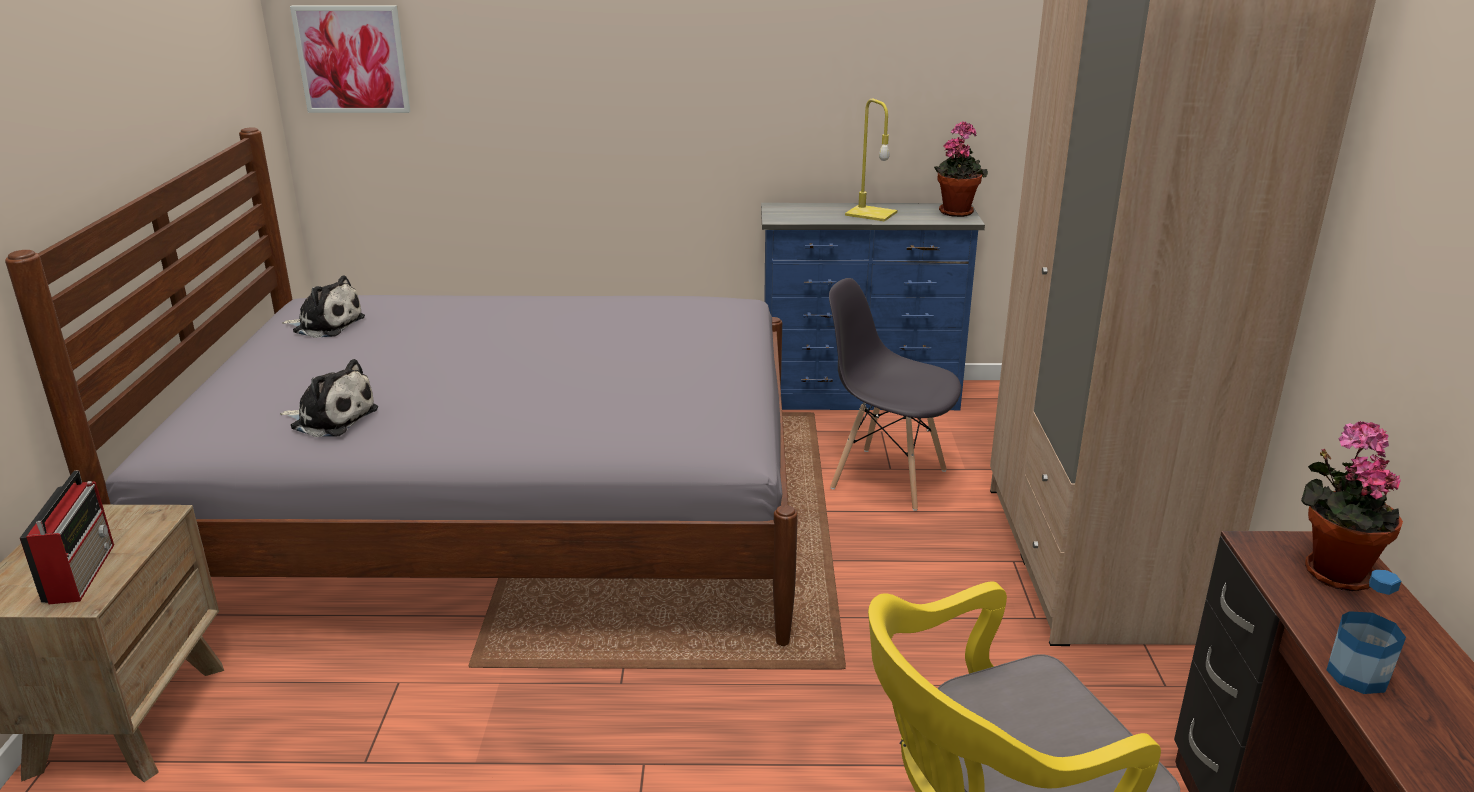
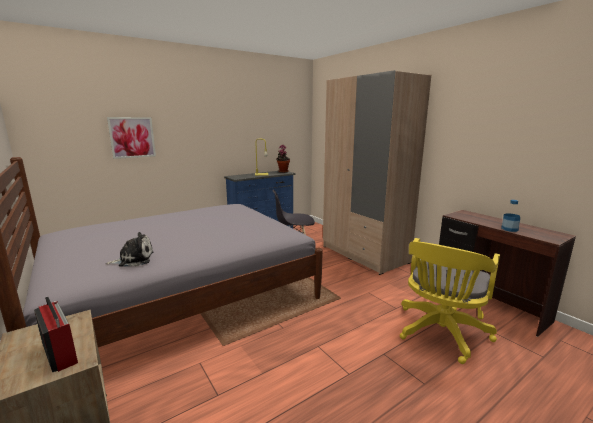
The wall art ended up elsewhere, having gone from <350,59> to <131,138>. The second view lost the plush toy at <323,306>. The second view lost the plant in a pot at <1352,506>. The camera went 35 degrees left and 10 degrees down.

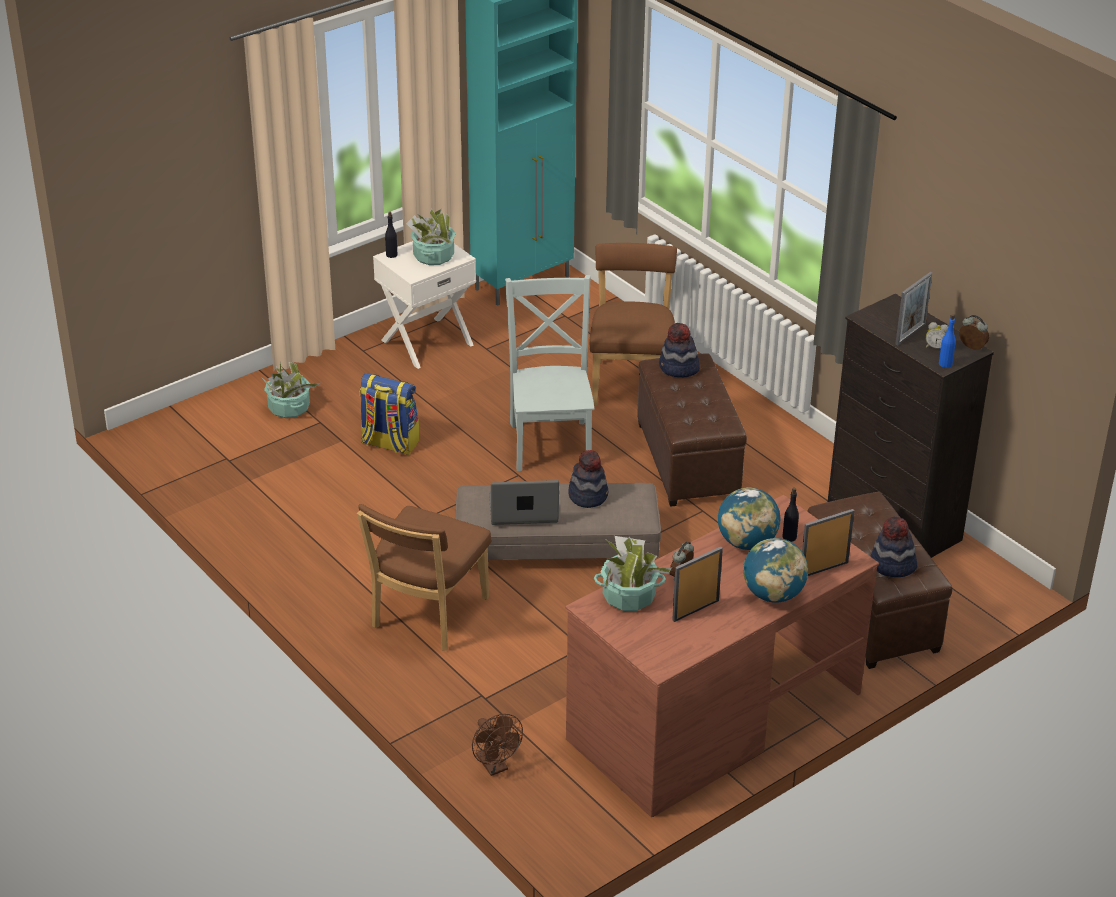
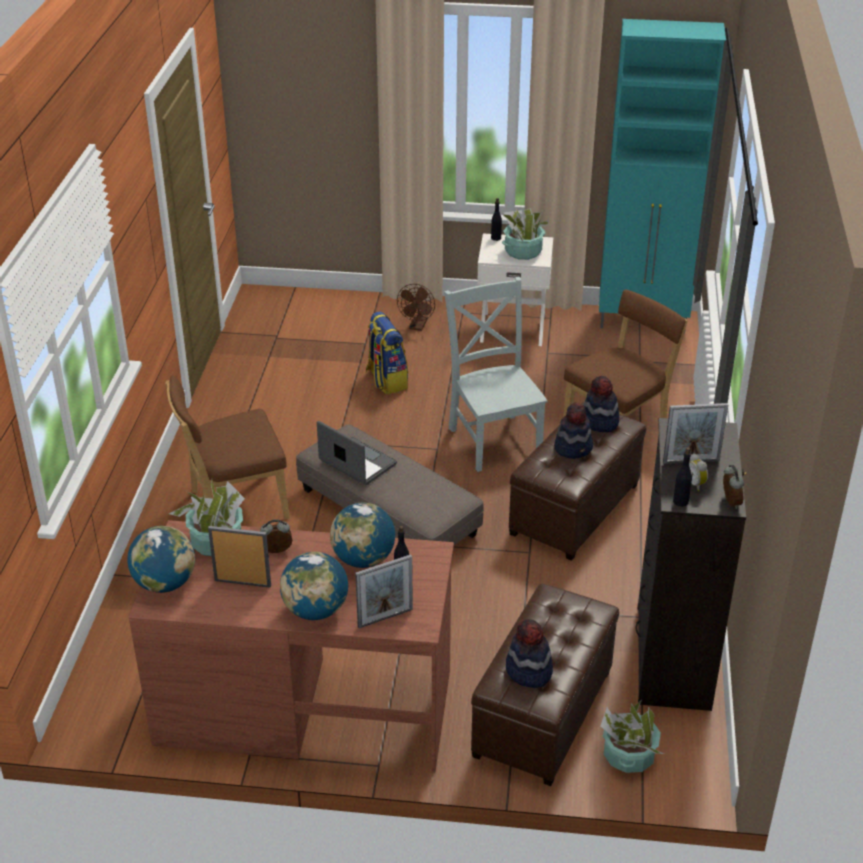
The second view gained the desk globe at <161,559>. The standing frame at <828,542> ended up facing another way, 135 degrees clockwise from before. The brown cooling fan ended up elsewhere, having gone from <497,745> to <416,307>. The greyish plain chair at <549,373> ended up facing another way, 60 degrees counterclockwise from before. The clothing hat ended up elsewhere, having gone from <588,479> to <573,430>. The plant in a pot ended up elsewhere, having gone from <291,390> to <632,736>. What was the bluish beverage bottle at <947,341> turned into the black beverage bottle at <682,477>. The camera went 45 degrees right and 0 degrees up.

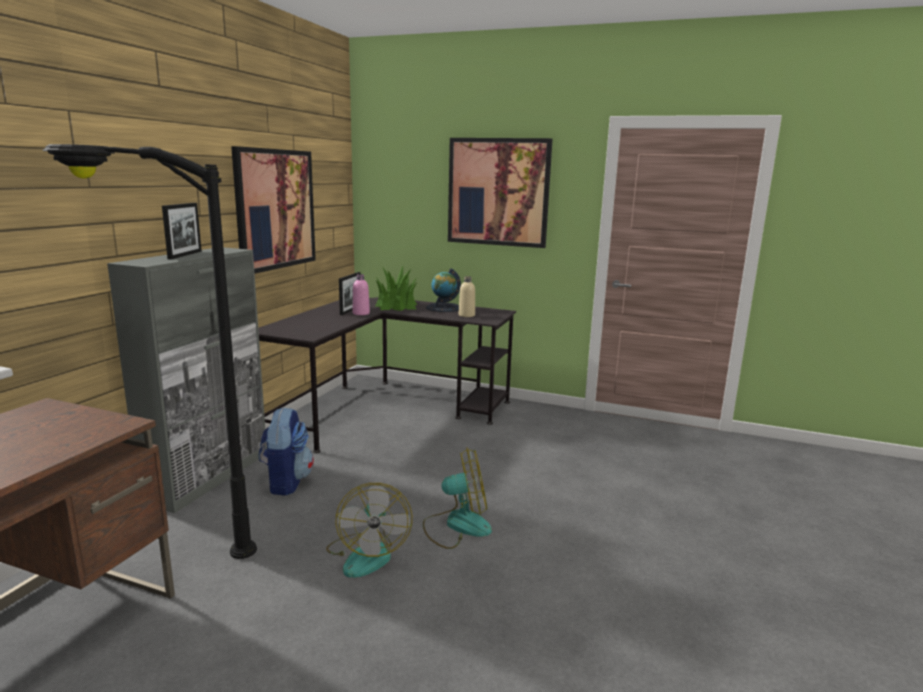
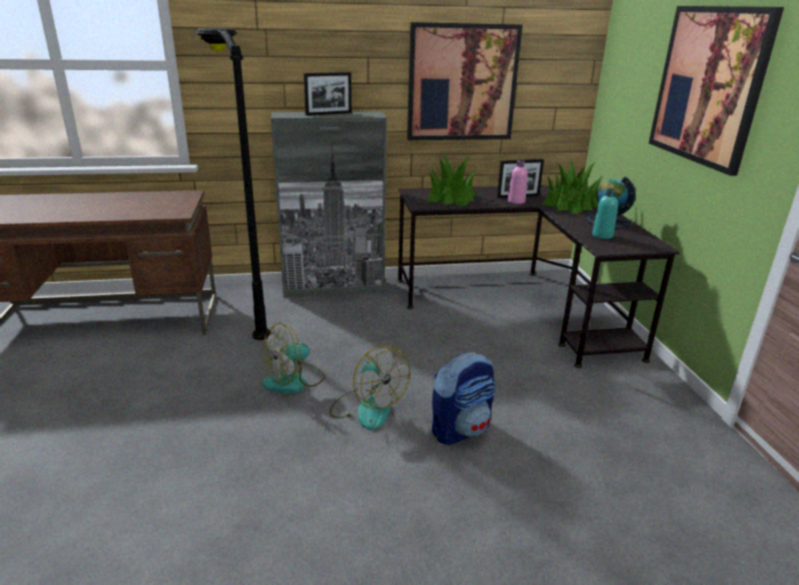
The second view gained the plant in a pot at <452,179>. The knapsack ended up elsewhere, having gone from <286,451> to <464,398>. What was the sand-coloured beverage bottle at <466,296> turned into the turquoise beverage bottle at <605,214>. The camera went 60 degrees right and 10 degrees up.

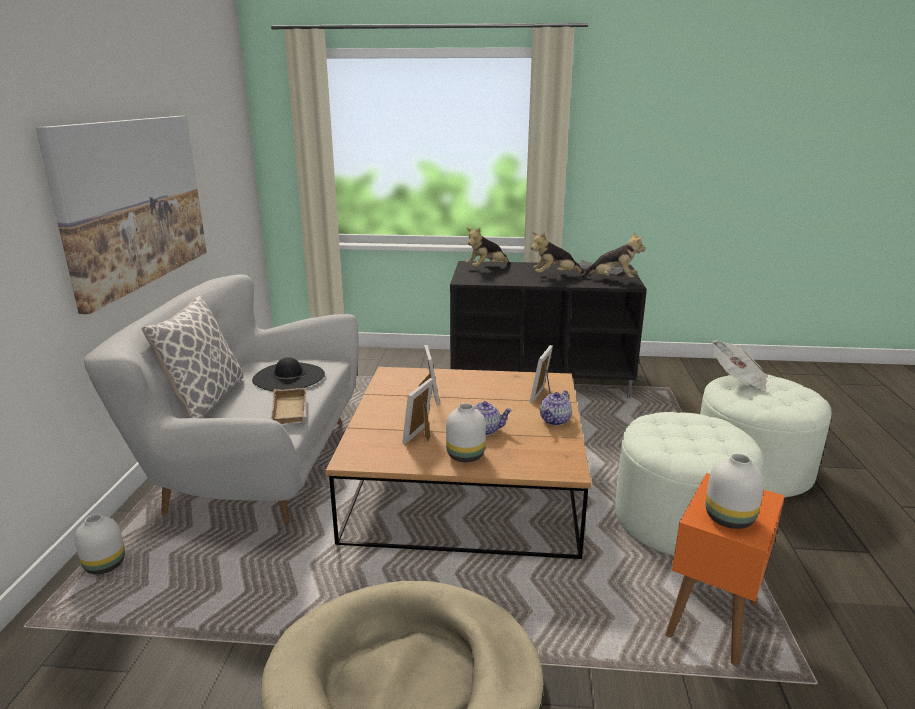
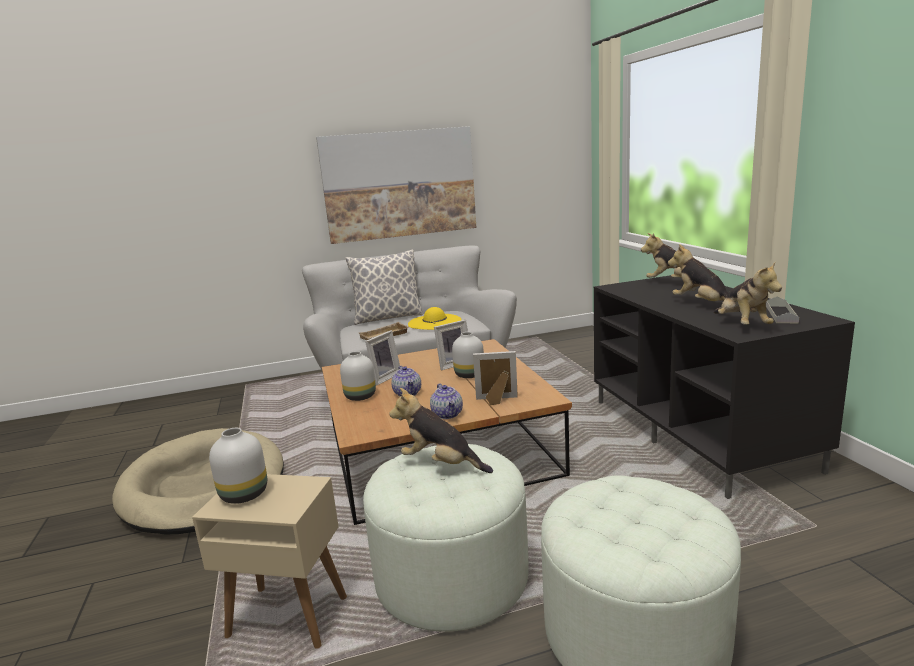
What was the orangey end table at <725,569> turned into the sand-coloured end table at <269,561>. The standing frame at <417,411> ended up facing another way, 120 degrees clockwise from before. The second view gained the plush toy at <441,430>. What was the black clothing hat at <288,374> turned into the yellow-coloured clothing hat at <435,318>. The teapot at <556,408> ended up facing another way, 120 degrees counterclockwise from before. The white-coloured vase ended up elsewhere, having gone from <99,544> to <468,355>. The second view lost the daily paper at <740,366>. The camera went 70 degrees right and 5 degrees down.

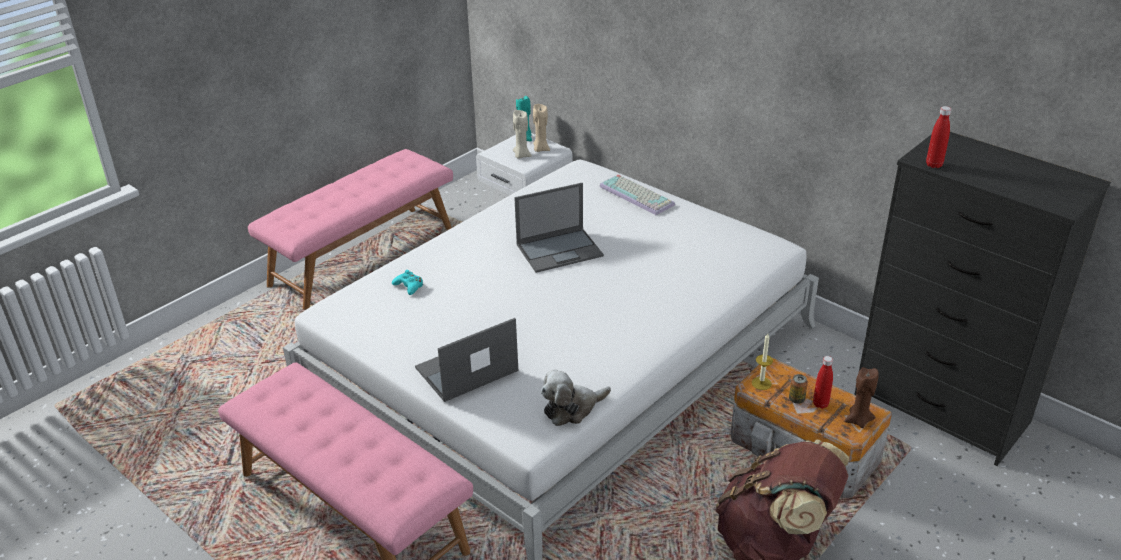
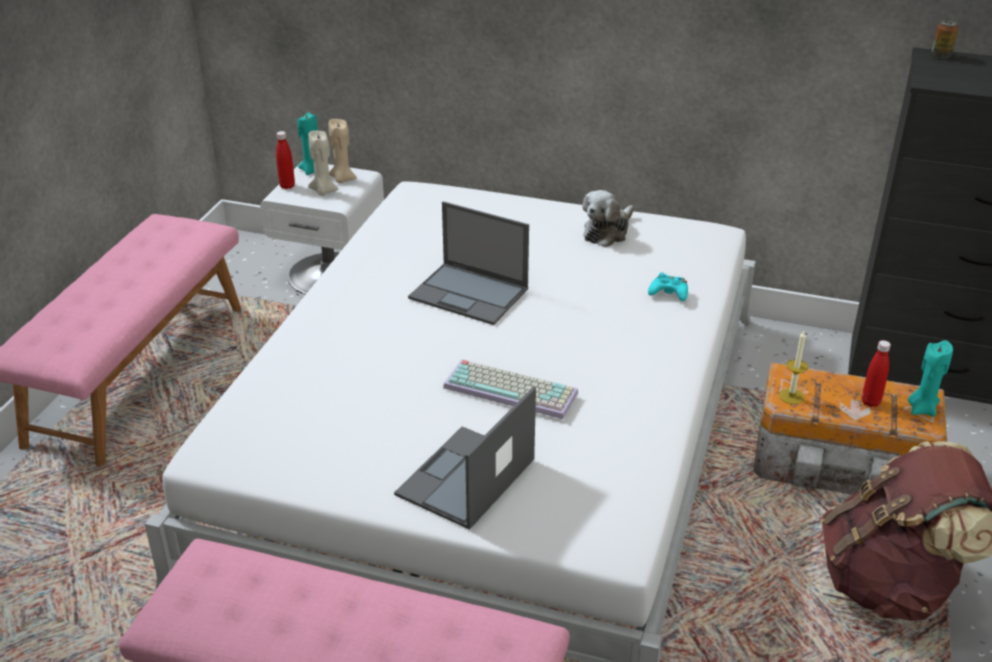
The red beverage bottle ended up elsewhere, having gone from <938,137> to <285,160>. The laptop at <559,228> ended up facing another way, 75 degrees clockwise from before. The computer keyboard ended up elsewhere, having gone from <637,194> to <510,389>. The plush toy ended up elsewhere, having gone from <576,398> to <608,218>. The turquoise game controller ended up elsewhere, having gone from <407,282> to <668,286>. What was the brown wax candle at <861,397> turned into the turquoise wax candle at <930,378>. The can ended up elsewhere, having gone from <798,389> to <945,39>. The camera went 25 degrees left and 0 degrees up.

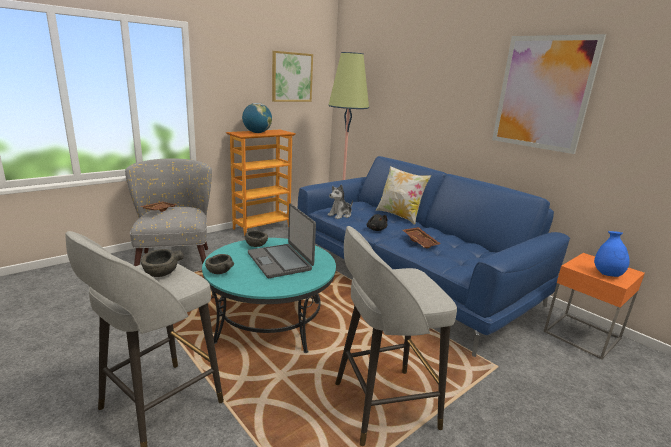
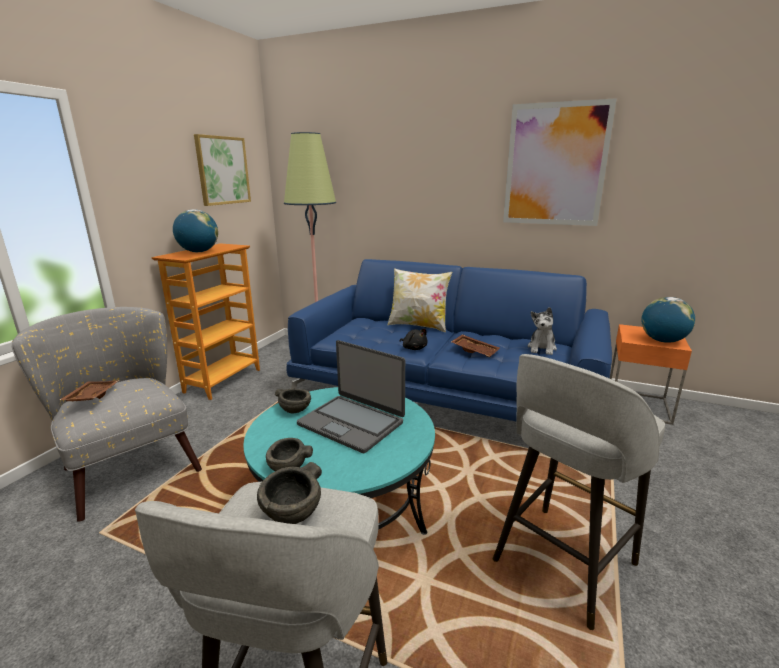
The plush toy ended up elsewhere, having gone from <340,201> to <542,331>. Where the bluish vase stood at <612,254>, the desk globe came to stand at <668,320>. The camera went 25 degrees left and 0 degrees up.

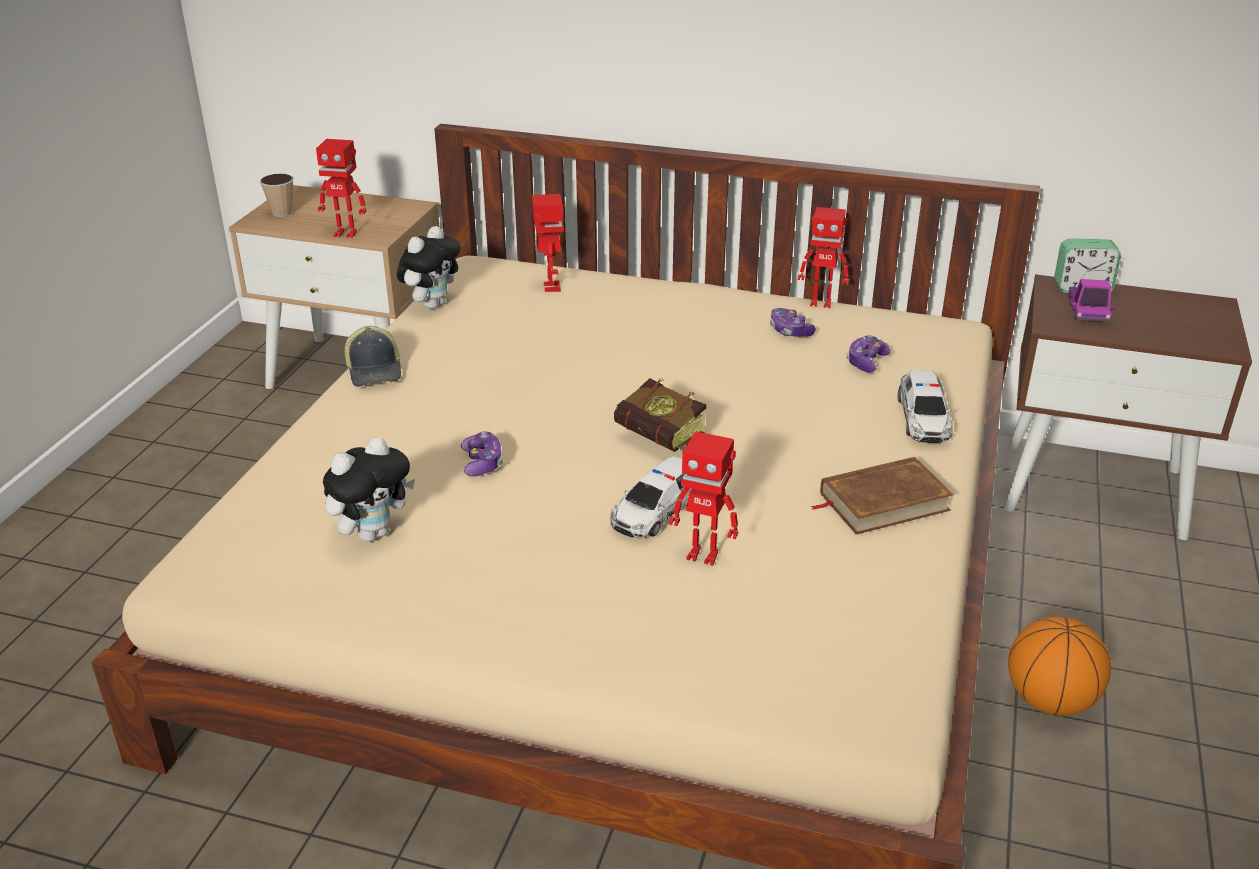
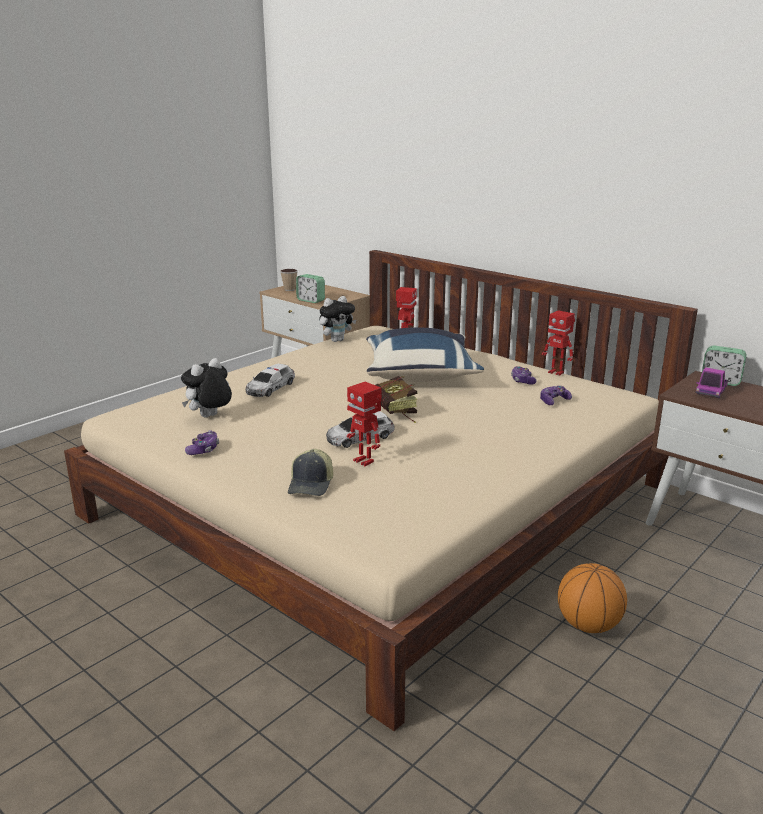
The plush toy at <369,489> ended up facing another way, 150 degrees clockwise from before. The game controller ended up elsewhere, having gone from <482,454> to <202,442>. The model car ended up elsewhere, having gone from <925,406> to <270,380>. The peaked cap ended up elsewhere, having gone from <373,356> to <310,472>. Where the toy robot stood at <341,188>, the alarm clock came to stand at <310,288>. The second view gained the bluish throw pillow at <425,354>. The second view lost the brown book at <882,495>. The camera went 25 degrees right and 10 degrees down.

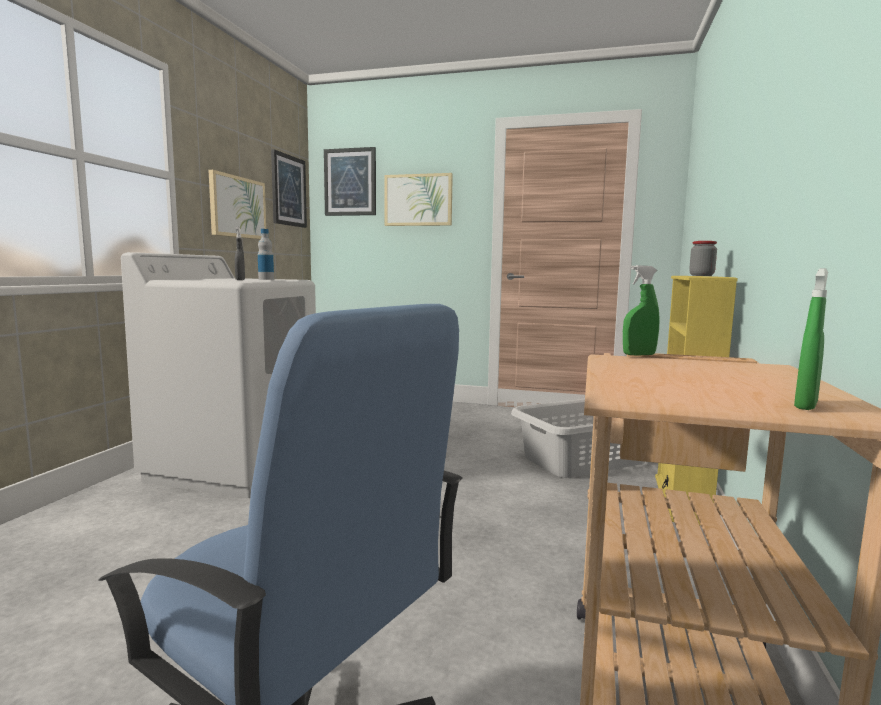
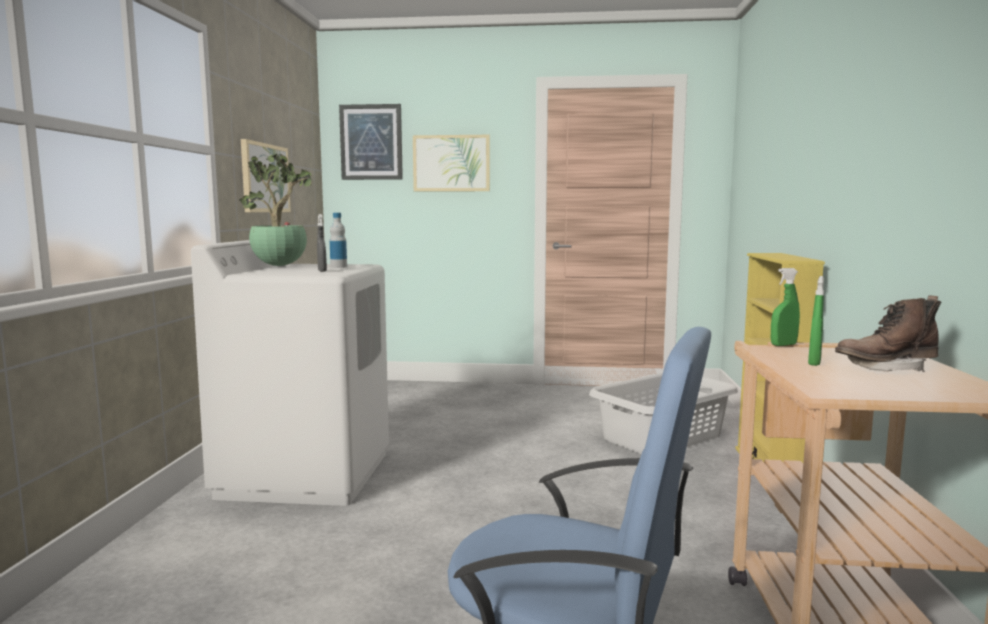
The second view gained the plant in a pot at <275,210>. The greenish spray bottle ended up elsewhere, having gone from <811,339> to <816,321>. The second view gained the brown high-top boot at <888,333>. The second view lost the wall art at <289,188>. The second view lost the storage jar at <703,258>. The camera went 10 degrees left and 0 degrees up.

